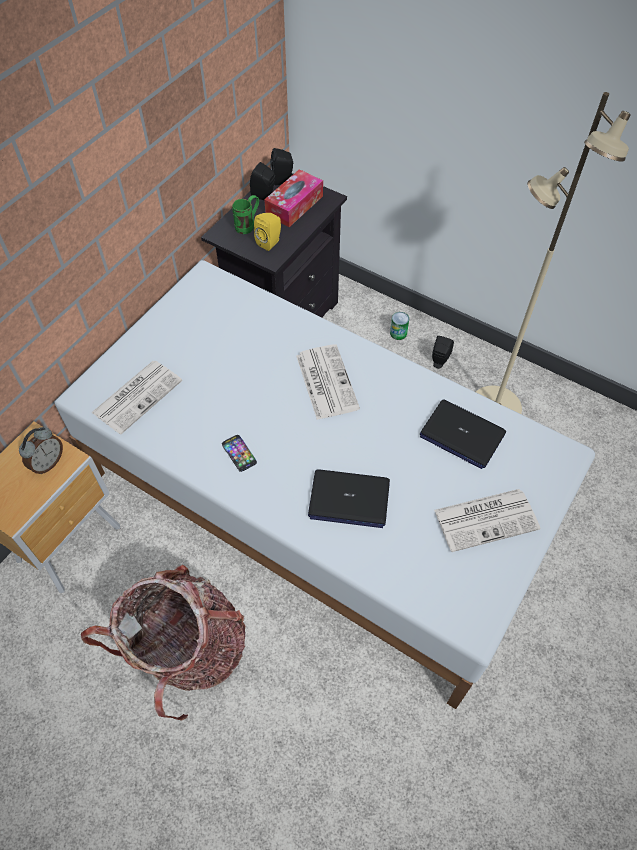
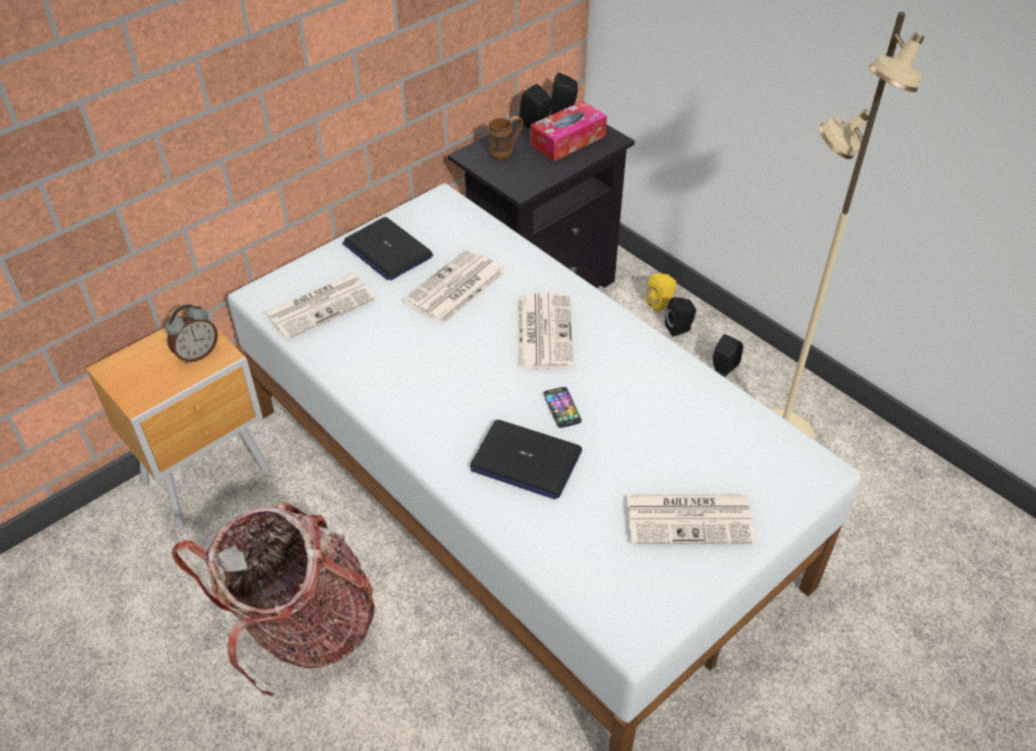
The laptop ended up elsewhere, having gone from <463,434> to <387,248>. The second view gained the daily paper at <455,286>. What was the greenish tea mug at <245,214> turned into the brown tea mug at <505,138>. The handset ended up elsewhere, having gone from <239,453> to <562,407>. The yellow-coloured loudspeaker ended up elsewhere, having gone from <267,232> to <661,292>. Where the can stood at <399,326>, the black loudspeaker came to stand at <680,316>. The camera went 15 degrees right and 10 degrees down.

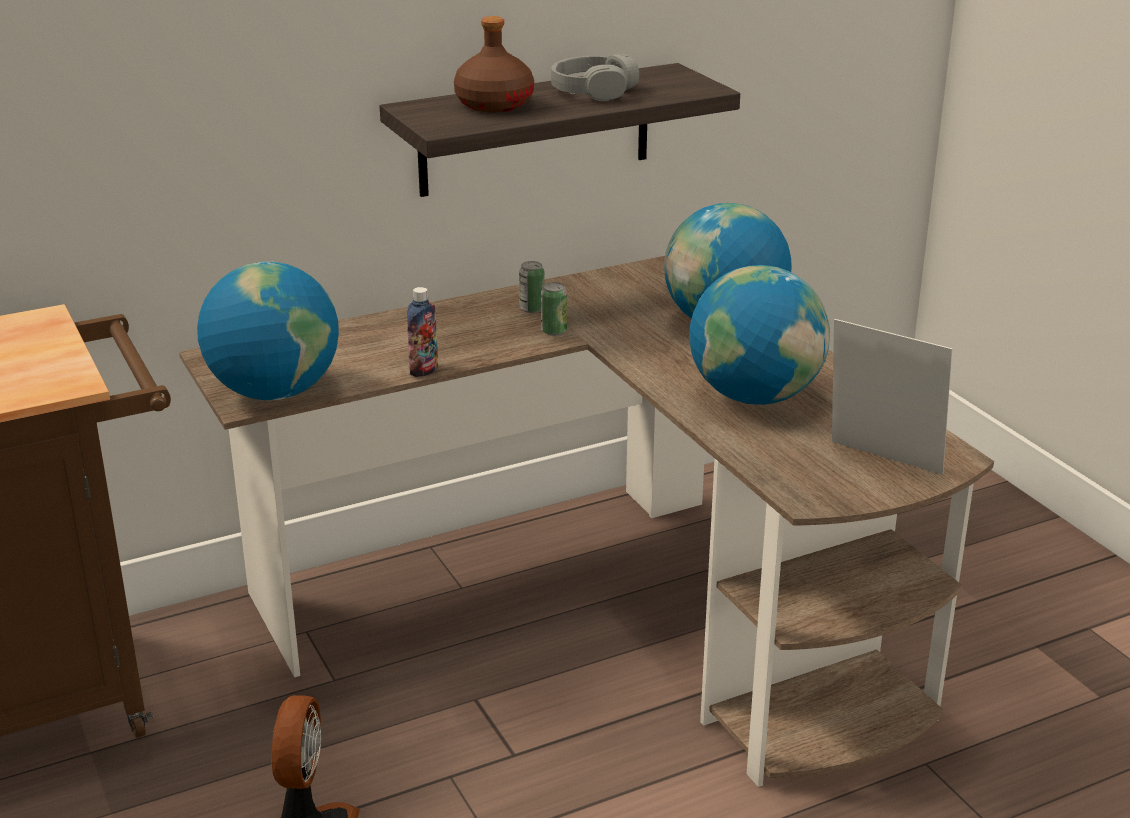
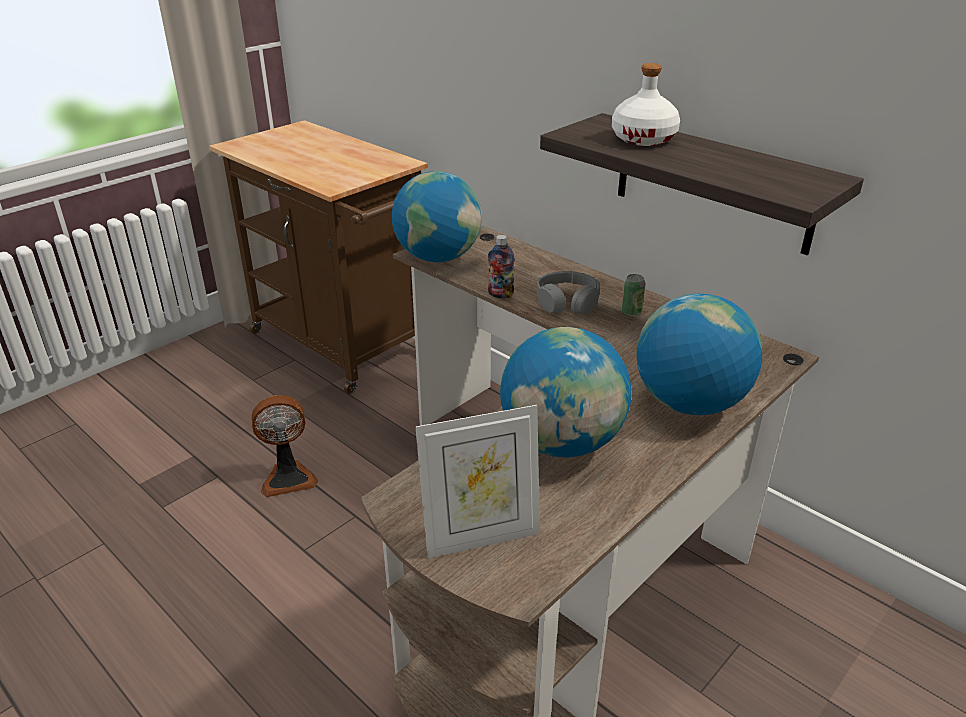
The standing frame at <892,397> ended up facing another way, 60 degrees clockwise from before. The greyish pair of headphones ended up elsewhere, having gone from <595,77> to <568,292>. What was the brown beverage bottle at <494,64> turned into the white-coloured beverage bottle at <646,104>. The second view lost the can at <554,309>. The camera went 70 degrees right and 5 degrees up.

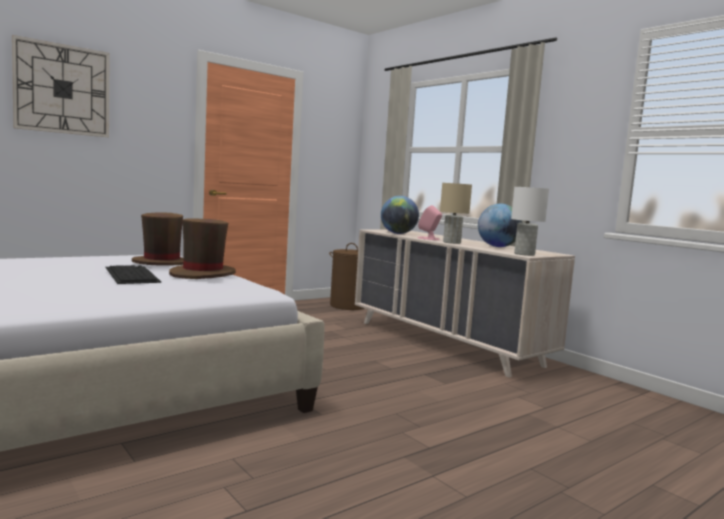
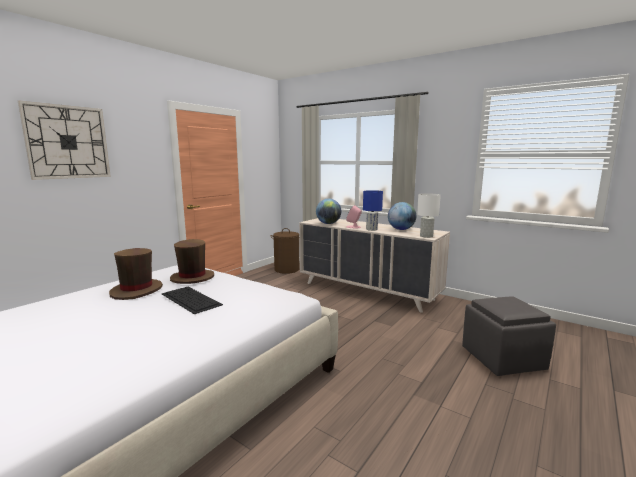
The brown clothing hat ended up elsewhere, having gone from <202,249> to <136,274>. What was the sand-coloured tabletop lamp at <456,213> turned into the bluish tabletop lamp at <373,210>. The second view gained the greyish ottoman at <509,336>. The camera went 15 degrees left and 5 degrees up.

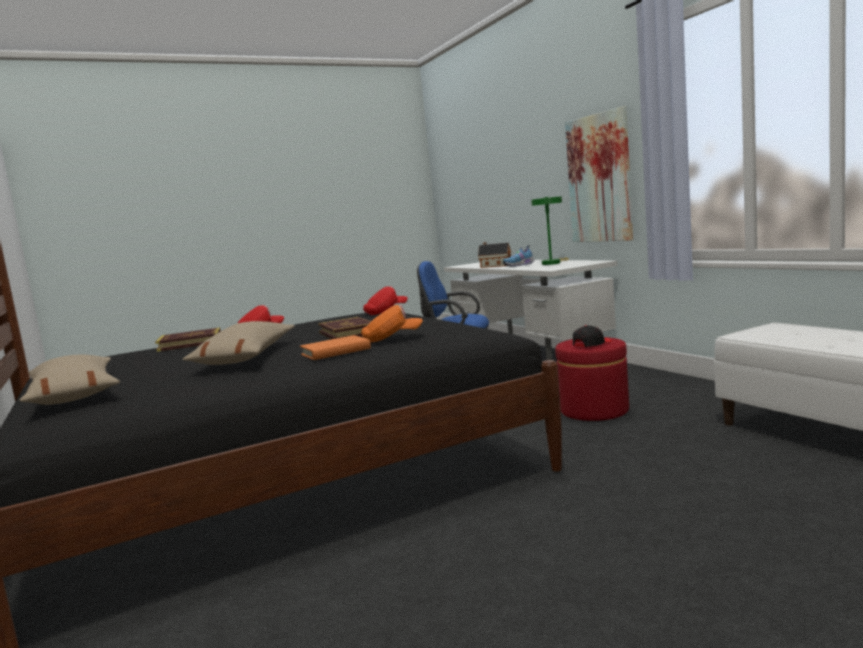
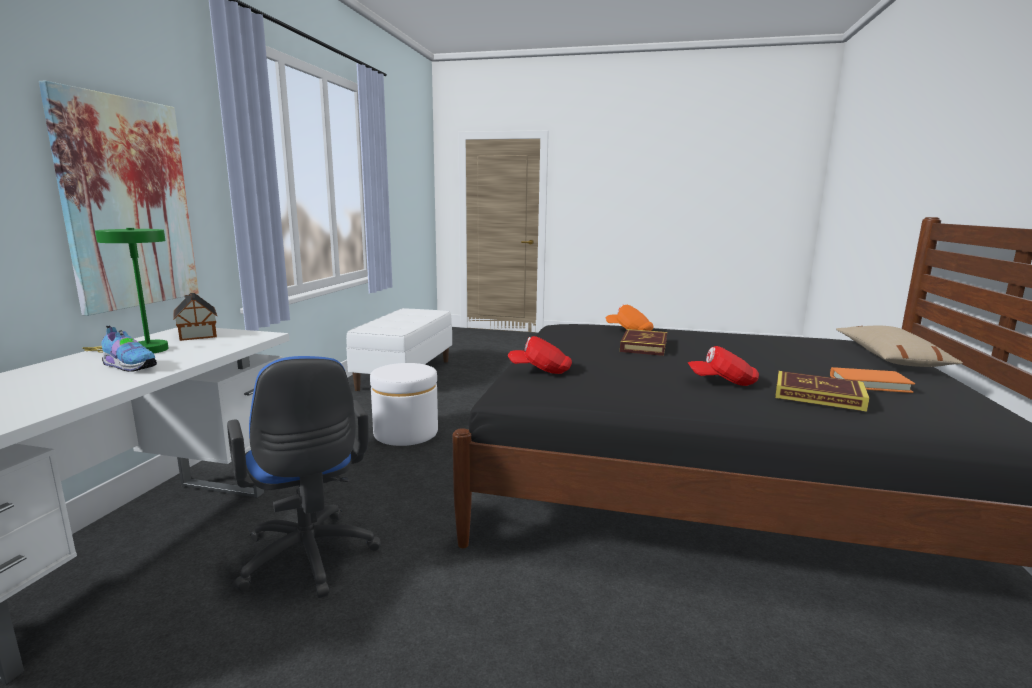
The miniature house ended up elsewhere, having gone from <494,255> to <195,317>. What was the red ottoman at <592,379> turned into the white-coloured ottoman at <404,404>. The orangey book ended up elsewhere, having gone from <335,347> to <872,380>. The second view lost the sand-coloured throw pillow at <239,343>. The second view lost the black peaked cap at <592,336>. The camera went 140 degrees left and 5 degrees up.

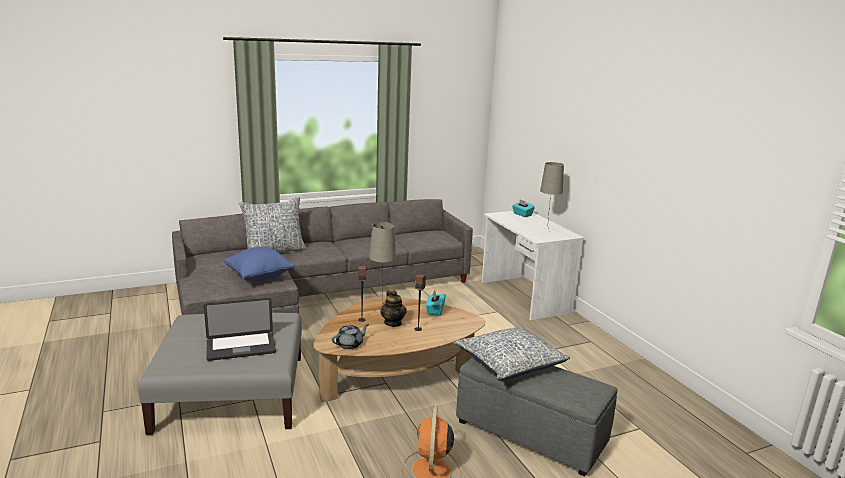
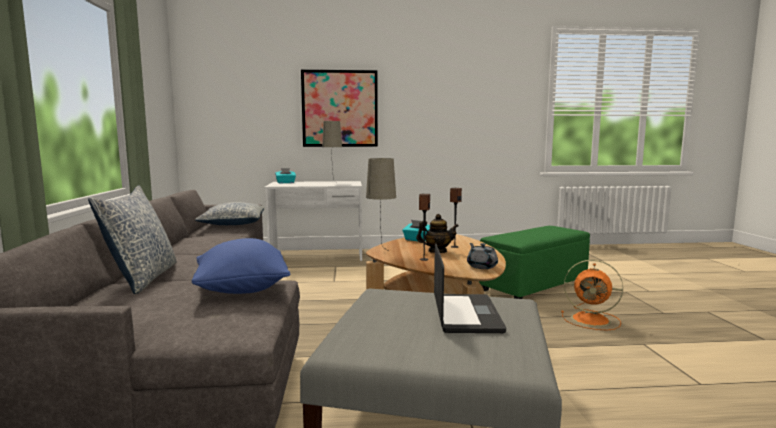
The throw pillow ended up elsewhere, having gone from <512,353> to <229,213>. The second view gained the wall art at <339,108>. What was the greyish ottoman at <537,417> turned into the greenish ottoman at <534,262>. The camera went 70 degrees left and 10 degrees down.

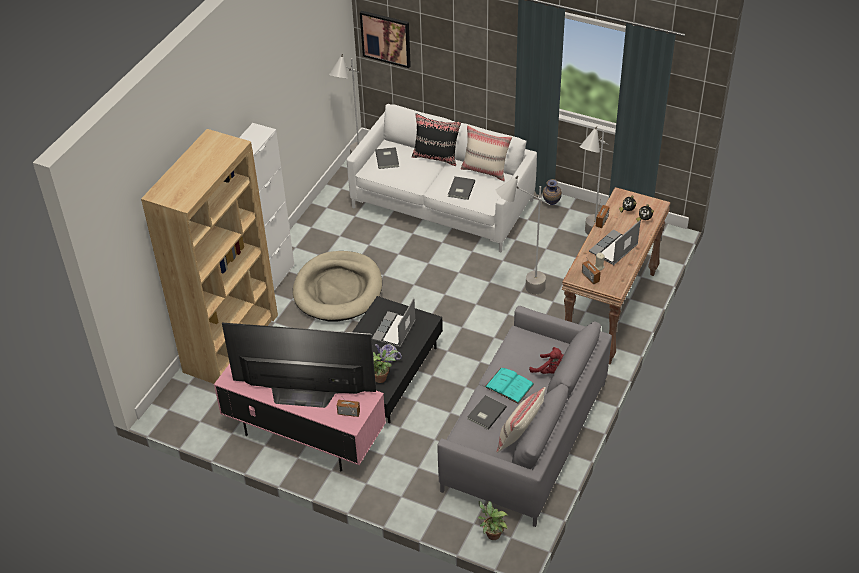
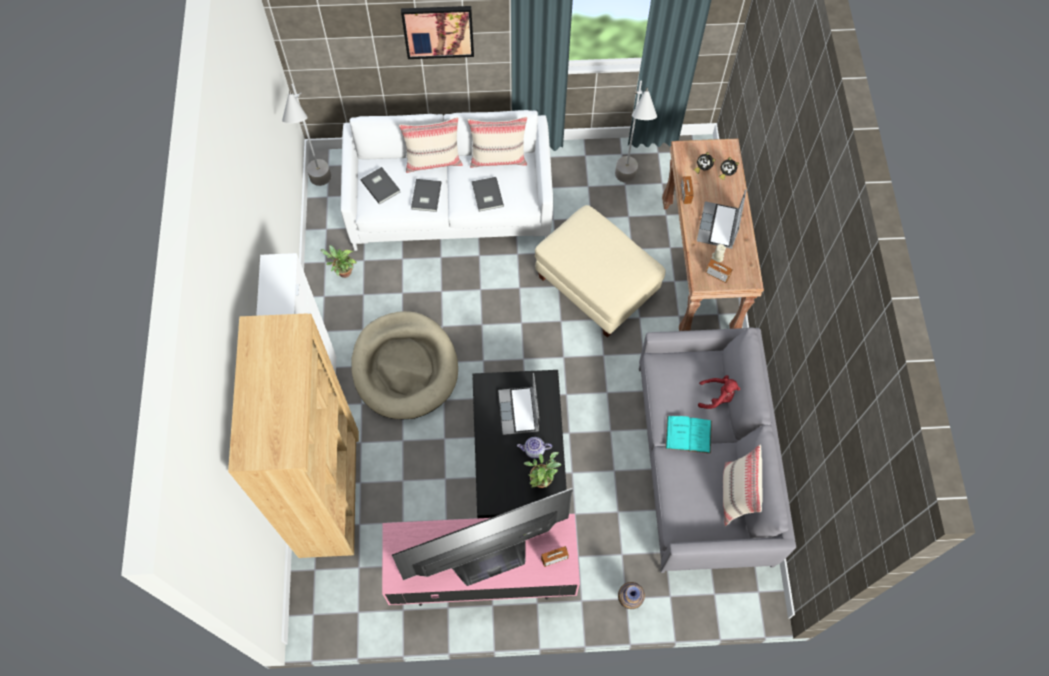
The plant in a pot ended up elsewhere, having gone from <493,520> to <339,261>. What was the black throw pillow at <436,139> turned into the sand-coloured throw pillow at <431,145>. The wall art ended up elsewhere, having gone from <385,39> to <437,32>. The greyish book ended up elsewhere, having gone from <487,412> to <426,195>. Where the greyish standing lamp stood at <523,235>, the sand-coloured ottoman came to stand at <600,271>. The vase ended up elsewhere, having gone from <552,192> to <631,595>. The camera went 30 degrees left and 20 degrees up.

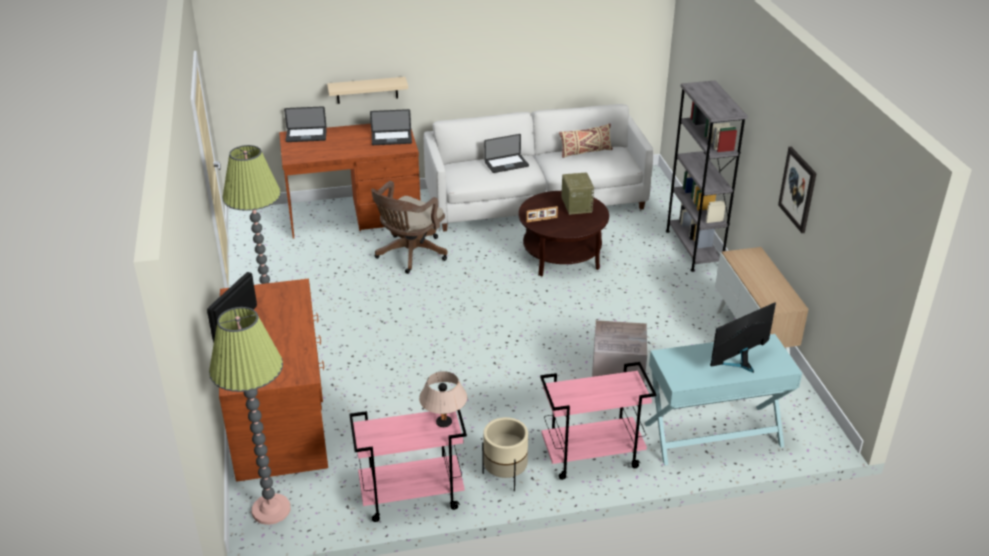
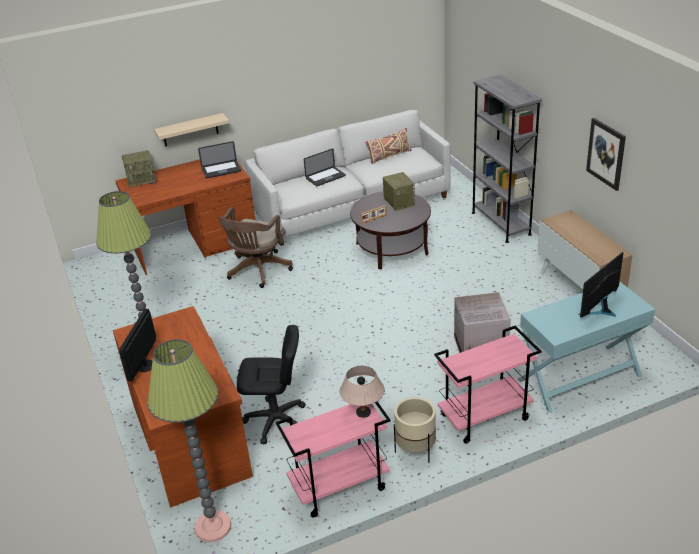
Where the laptop stood at <305,124>, the radio came to stand at <139,169>. The second view gained the black computer chair at <271,385>. The camera went 10 degrees left and 0 degrees up.

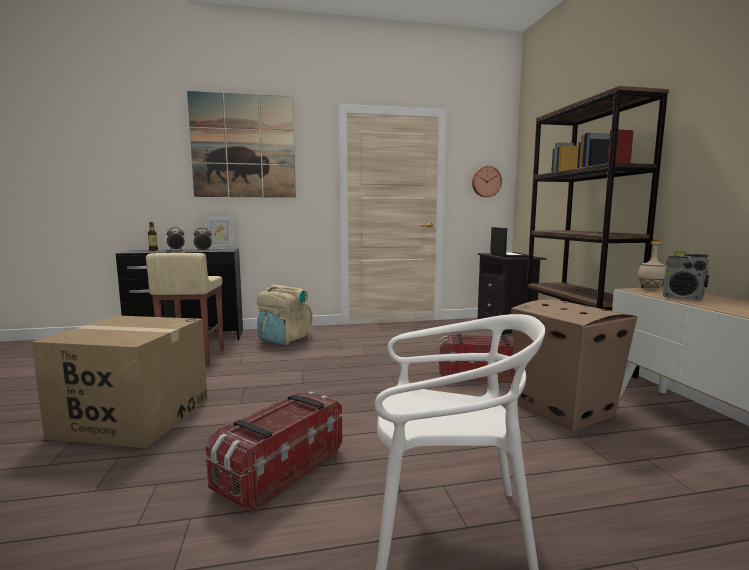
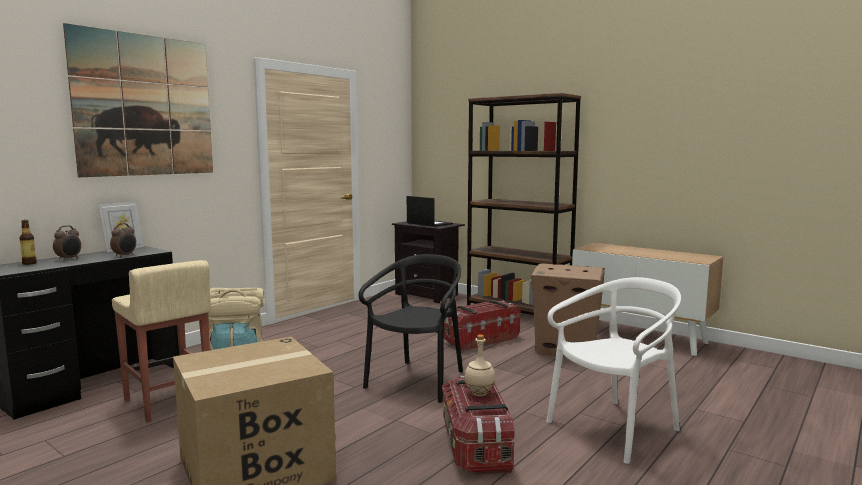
The second view gained the black plain chair at <411,328>. The sand-coloured beverage bottle ended up elsewhere, having gone from <651,264> to <479,365>. The second view lost the wall clock at <487,181>. The second view lost the radio at <686,275>. The camera went 40 degrees left and 0 degrees up.

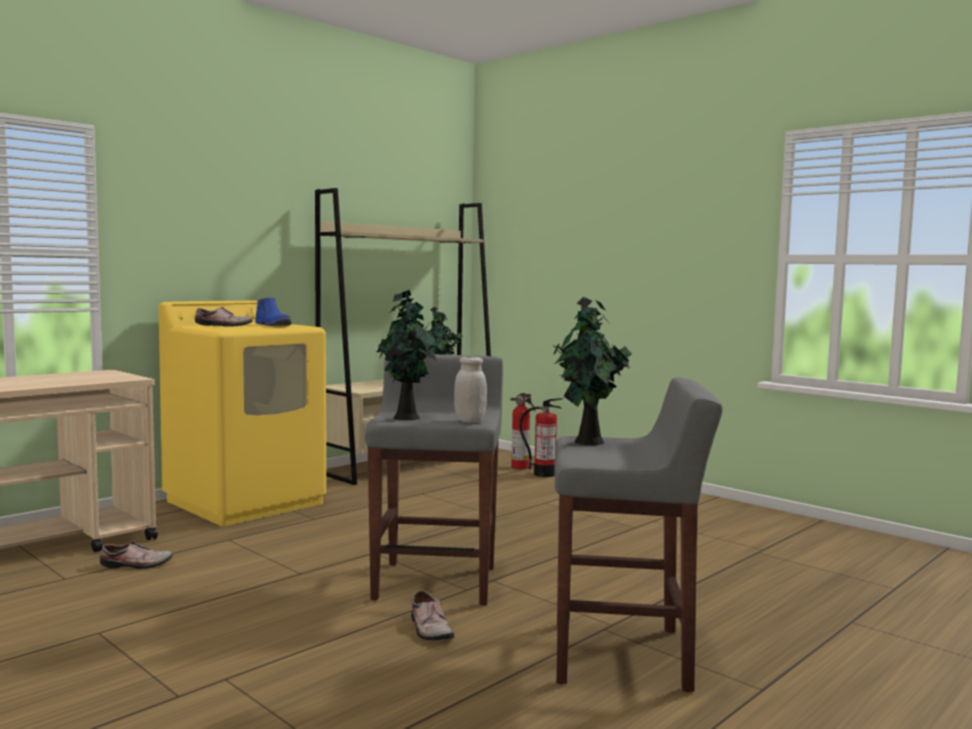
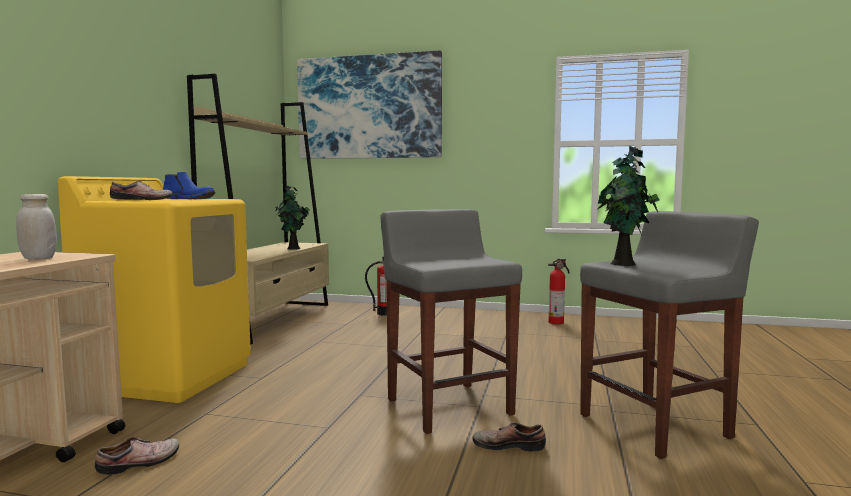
The white-coloured storage jar ended up elsewhere, having gone from <470,390> to <36,227>. The second view gained the wall art at <369,104>. The item of footwear at <433,615> ended up facing another way, 150 degrees clockwise from before. The fire-fighting cylinder ended up elsewhere, having gone from <523,431> to <558,291>. The second view lost the plant in a pot at <406,355>. The camera went 30 degrees left and 0 degrees up.

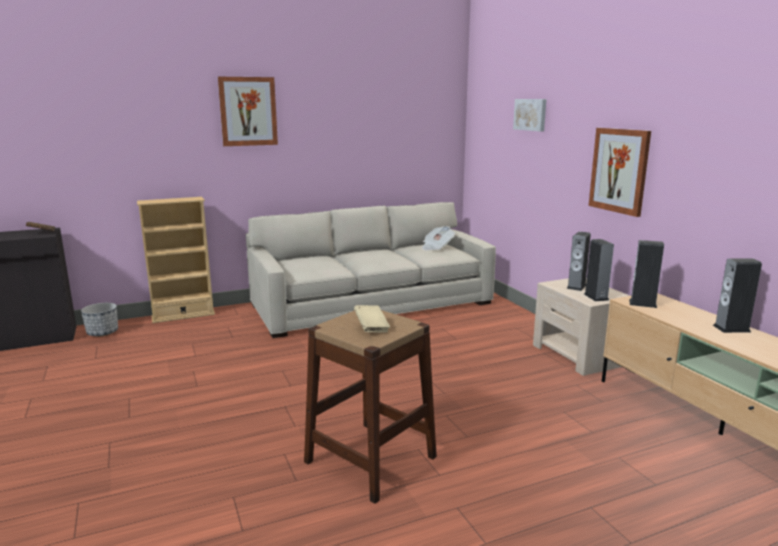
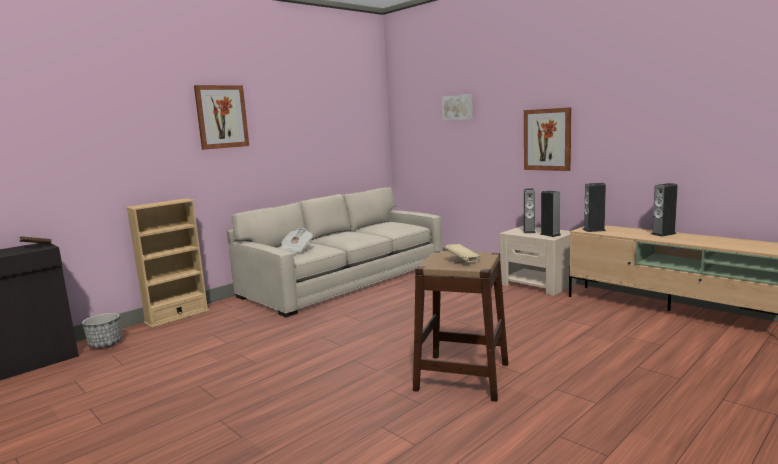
The daily paper ended up elsewhere, having gone from <438,238> to <296,241>. The camera went 20 degrees left and 5 degrees down.

